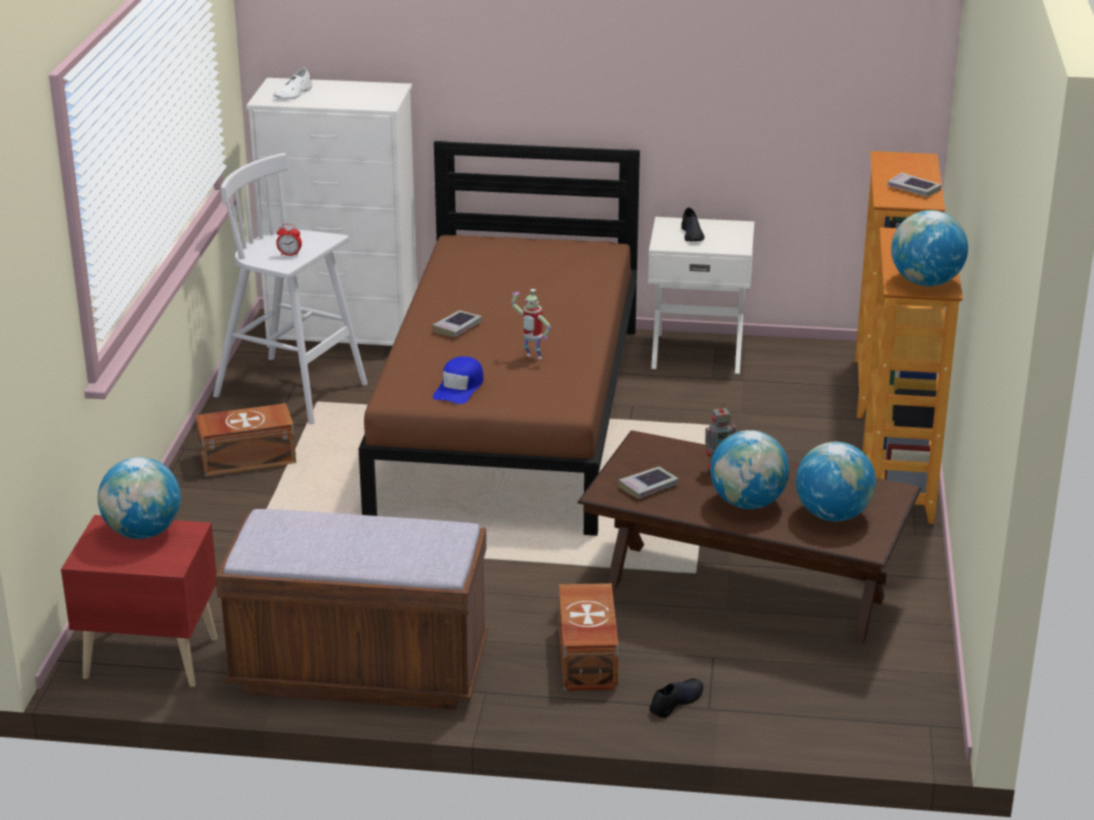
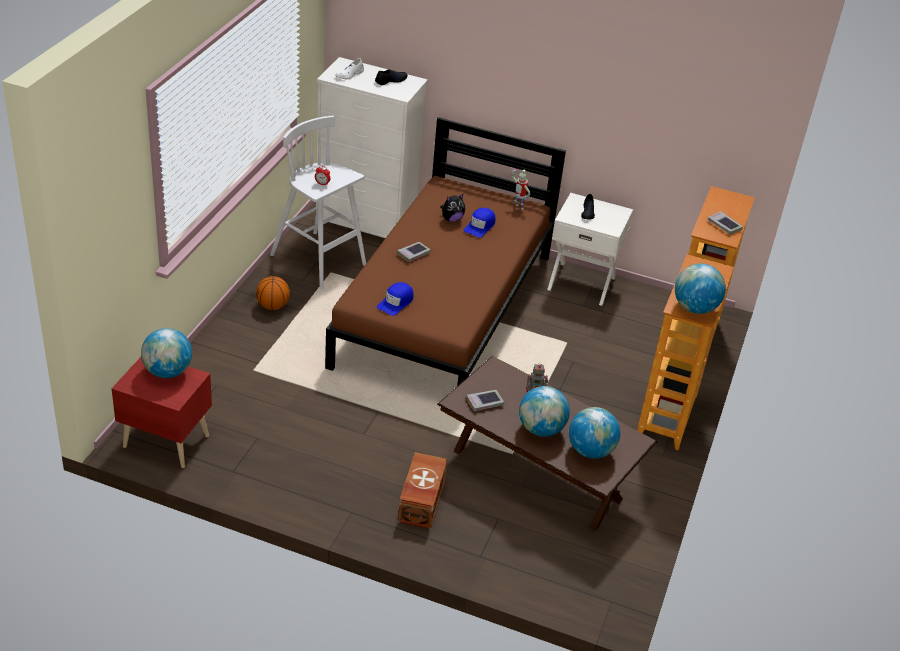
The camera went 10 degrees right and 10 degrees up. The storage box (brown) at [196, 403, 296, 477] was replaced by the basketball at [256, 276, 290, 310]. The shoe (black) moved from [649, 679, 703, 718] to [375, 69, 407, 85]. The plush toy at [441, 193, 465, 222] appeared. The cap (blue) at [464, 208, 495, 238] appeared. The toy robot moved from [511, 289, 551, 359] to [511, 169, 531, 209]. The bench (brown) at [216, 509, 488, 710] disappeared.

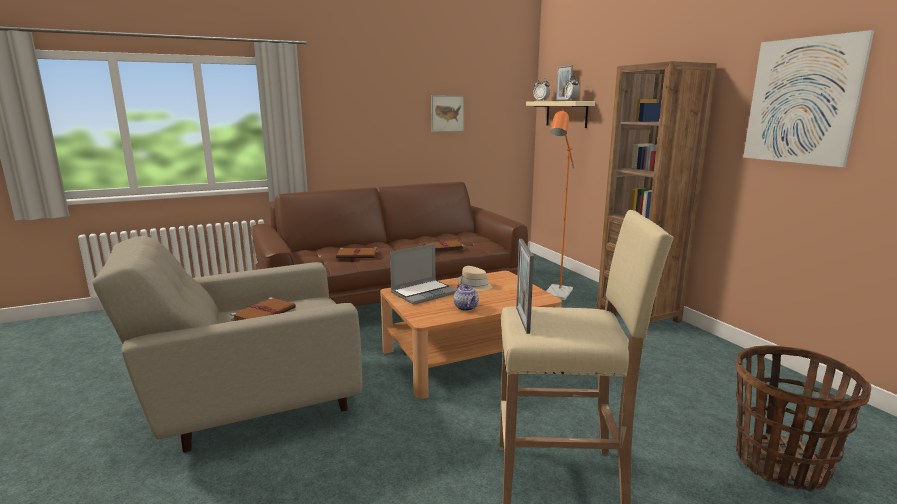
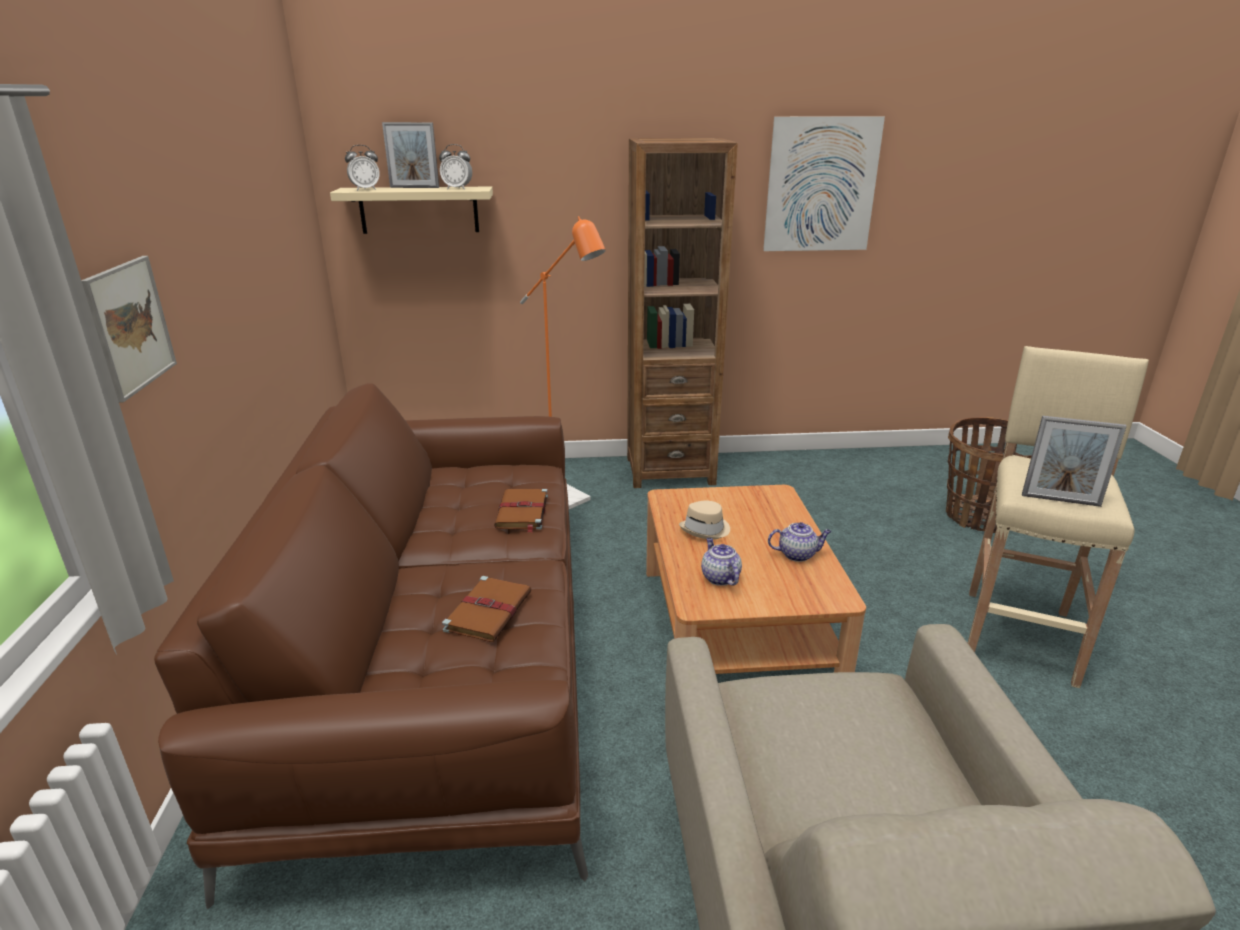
The camera went 70 degrees left and 10 degrees up. The picture moved from [431, 95, 464, 132] to [81, 256, 177, 402]. The laptop at [390, 244, 457, 305] was replaced by the teapot at [701, 538, 742, 586]. The book (brown) at [230, 297, 296, 321] disappeared.

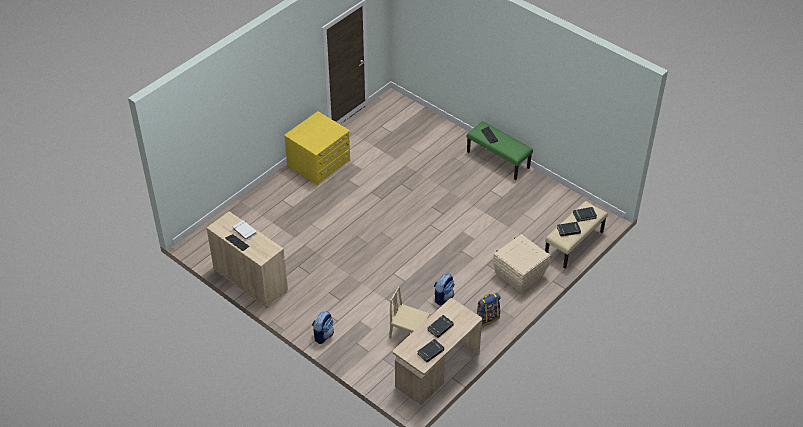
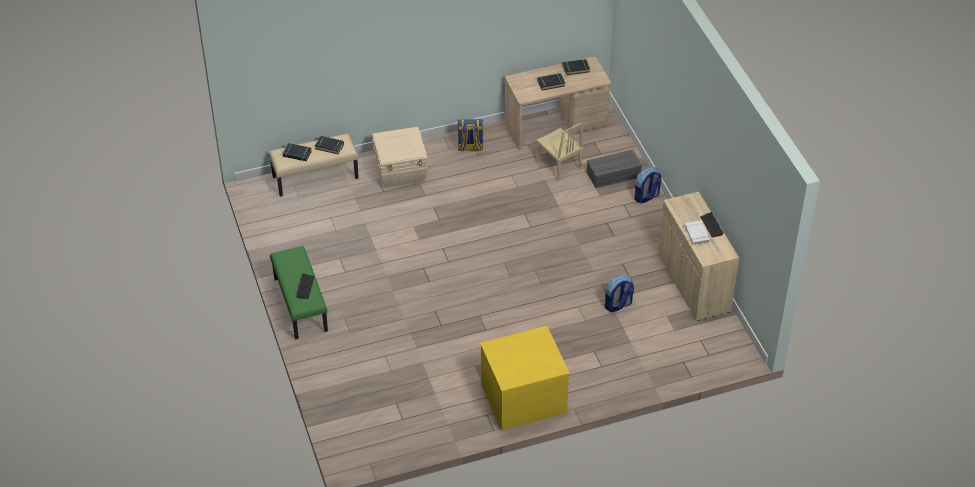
The camera went 150 degrees left and 0 degrees up. The storage box (grey) at [587, 150, 642, 188] appeared. The backpack moved from [434, 274, 454, 305] to [605, 275, 634, 312].

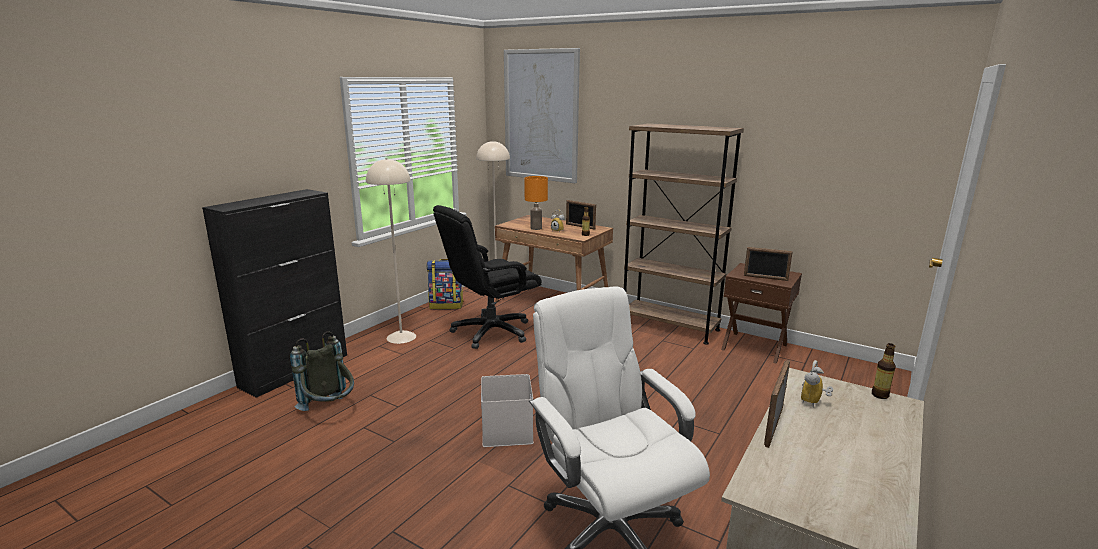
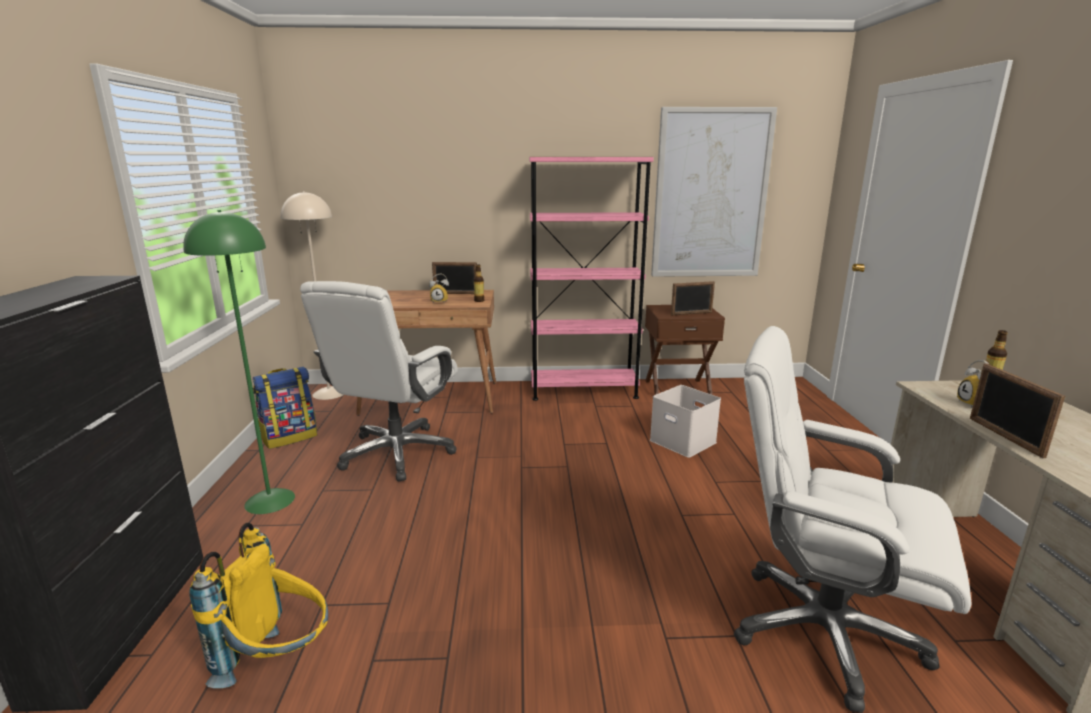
The camera went 35 degrees left and 0 degrees up. The floor lamp (beige) at [366, 158, 416, 344] became the floor lamp (green) at [183, 210, 295, 514]. The backpack (grey) at [290, 331, 354, 411] became the backpack (yellow) at [189, 523, 328, 688]. The office chair (black) at [433, 205, 542, 349] became the office chair (white) at [300, 281, 457, 481]. The bookcase (brown) at [624, 123, 744, 345] became the bookcase (pink) at [529, 157, 654, 401]. The storage box (white) moved from [481, 374, 534, 447] to [650, 385, 721, 458]. The picture moved from [504, 48, 580, 183] to [651, 107, 777, 277]. The table lamp (orange) at [524, 176, 548, 230] disappeared.

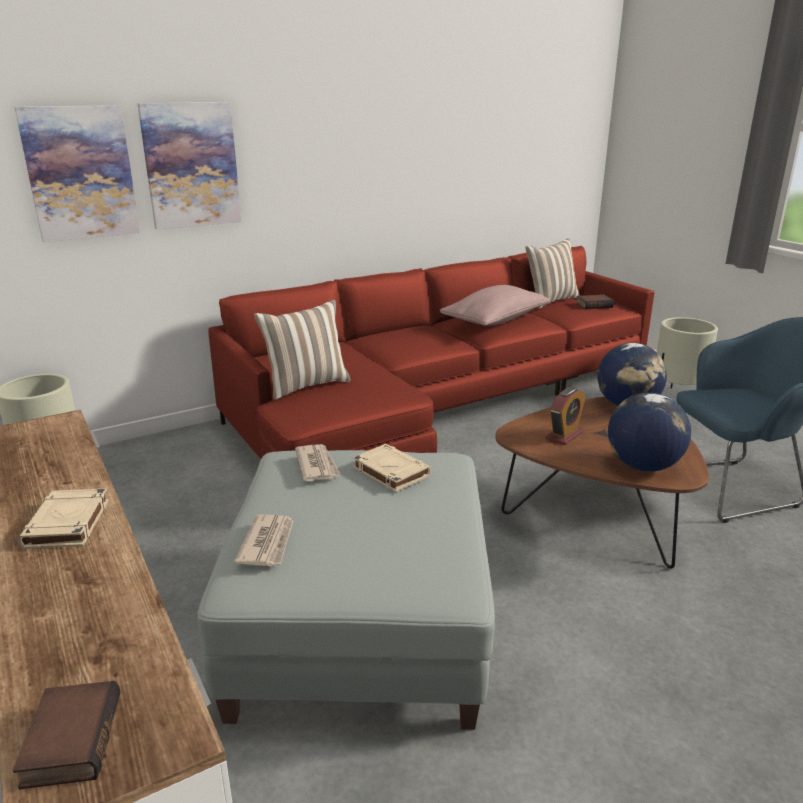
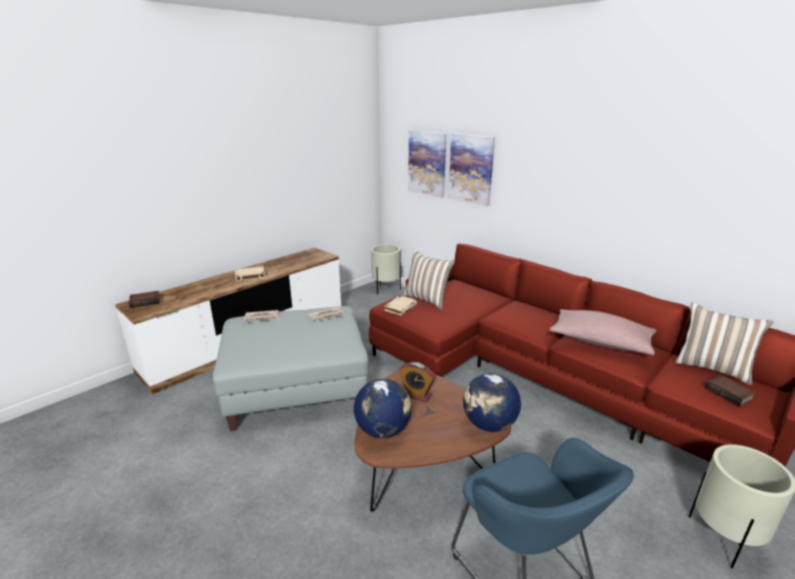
The camera went 75 degrees right and 0 degrees up. The book (beige) moved from [353, 444, 431, 492] to [384, 295, 418, 316].

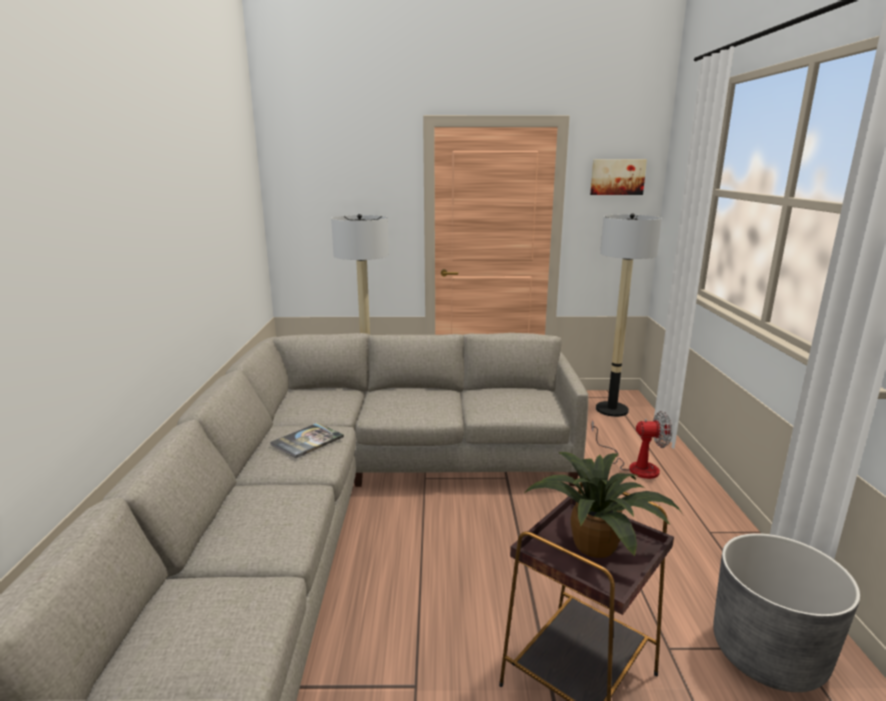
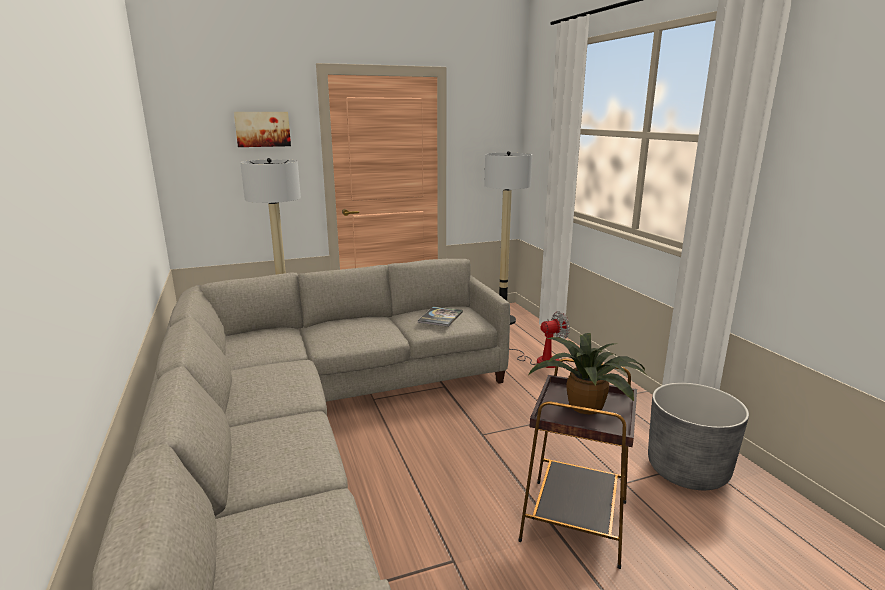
The camera went 20 degrees left and 0 degrees up. The picture moved from [590, 159, 647, 195] to [234, 112, 291, 147]. The book moved from [270, 423, 344, 458] to [417, 306, 463, 327].

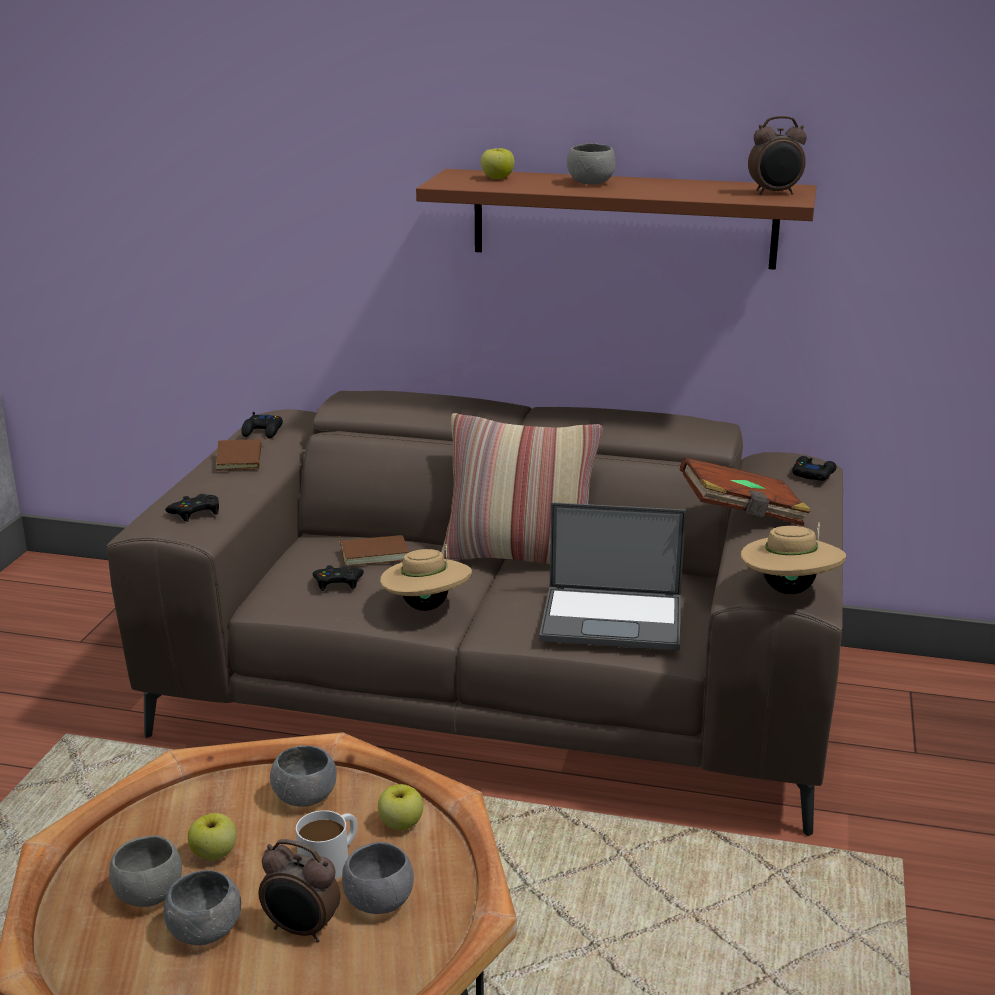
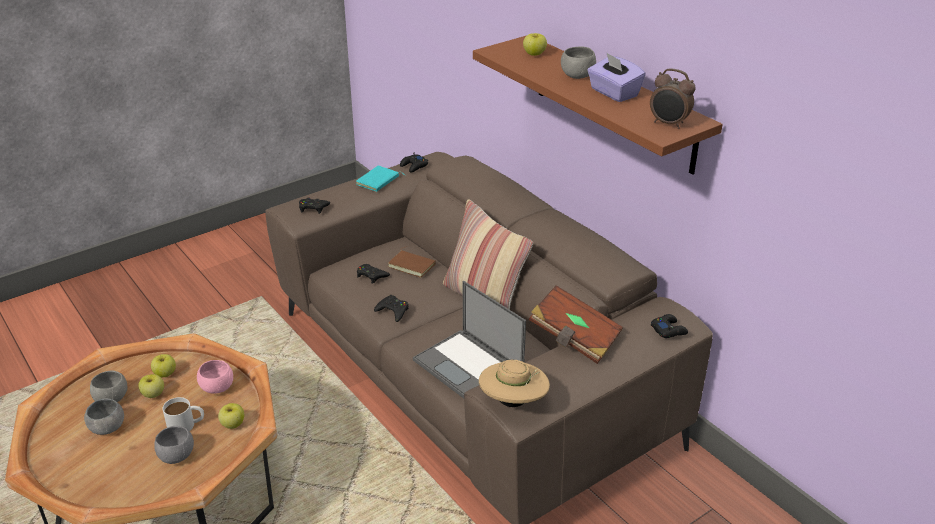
The camera went 40 degrees right and 10 degrees up. The apple at [151, 354, 176, 377] appeared. The bowl (grey) at [270, 745, 337, 807] became the bowl (pink) at [197, 360, 233, 394]. The book (brown) at [215, 437, 275, 471] became the book (turquoise) at [356, 166, 406, 192]. The hat (beige) at [380, 544, 472, 611] was replaced by the game controller (black) at [374, 295, 409, 322]. The tissue box (purple) at [587, 52, 646, 102] appeared. The alarm clock at [259, 839, 340, 942] disappeared.

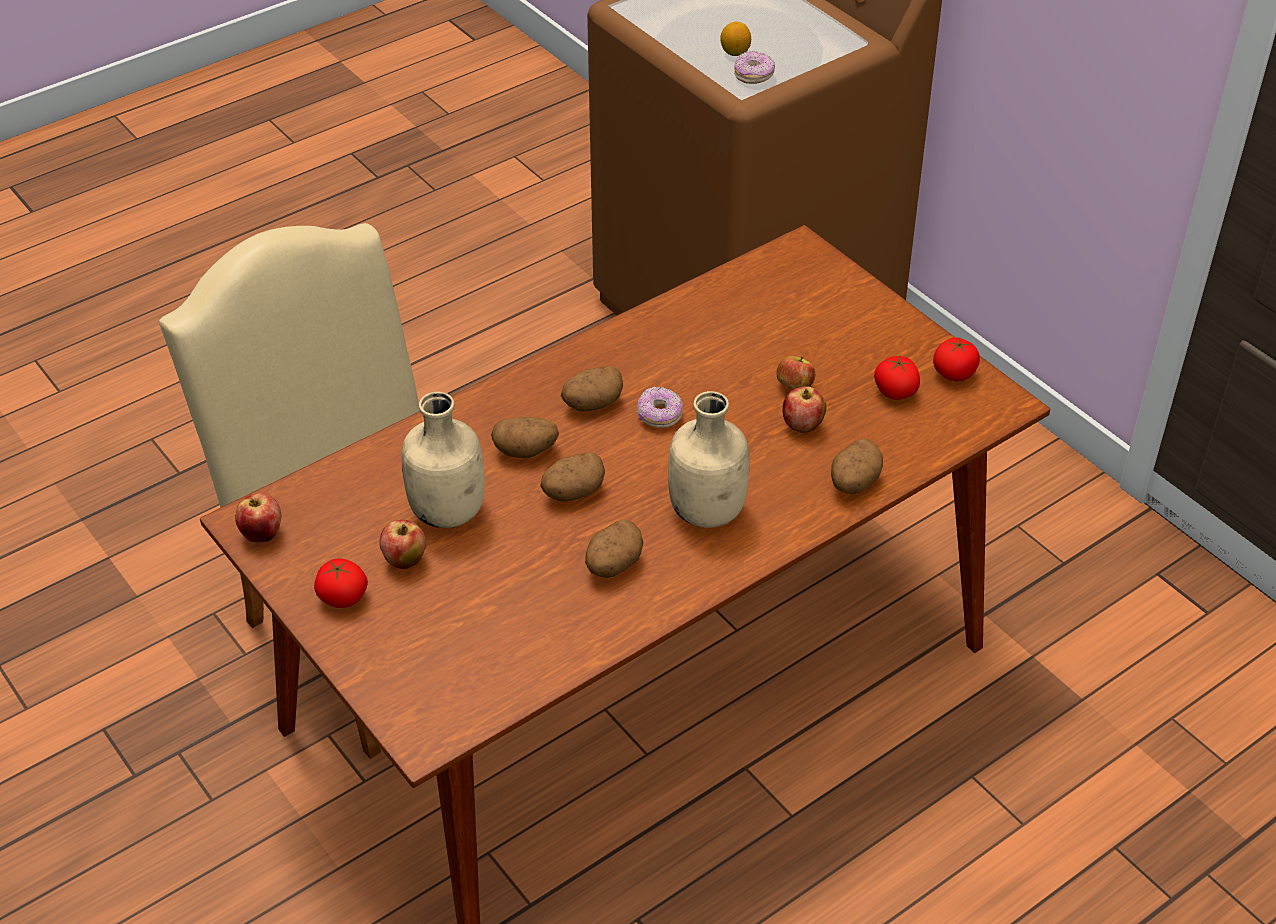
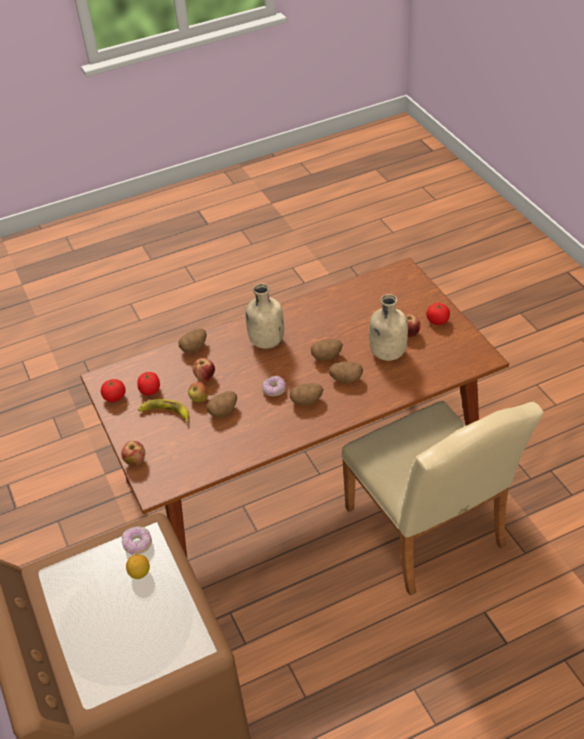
The camera went 165 degrees left and 0 degrees up. The apple moved from [235, 493, 281, 543] to [121, 441, 145, 466]. The banana at [138, 399, 189, 423] appeared. The potato moved from [585, 519, 644, 578] to [207, 391, 237, 417].

